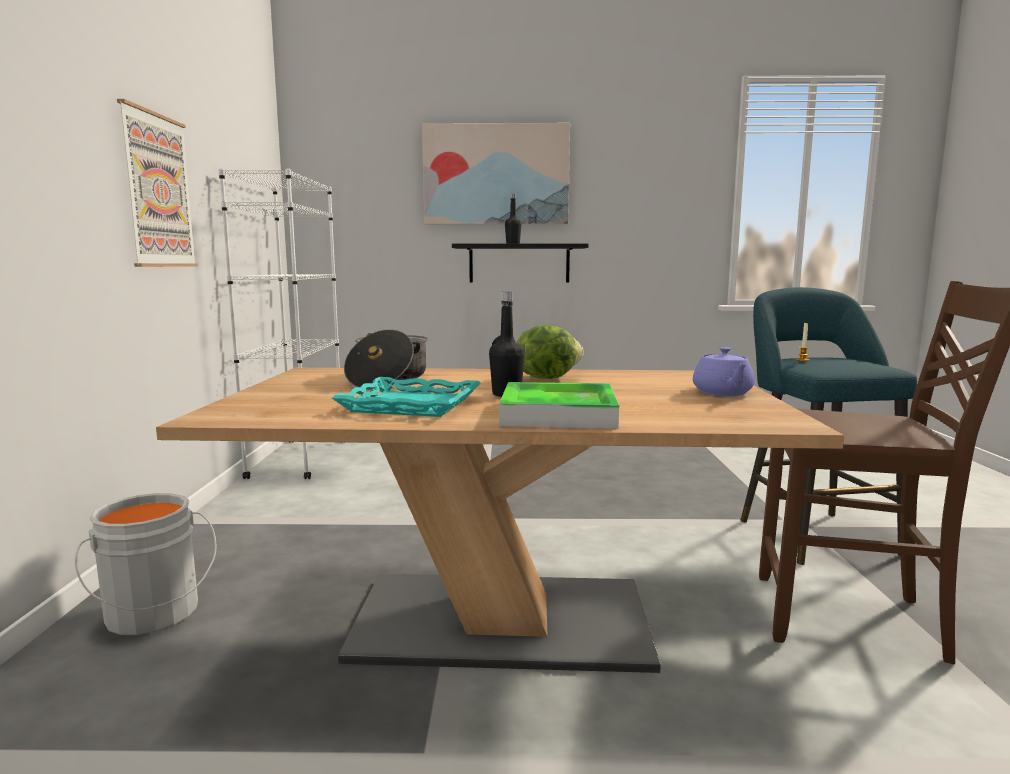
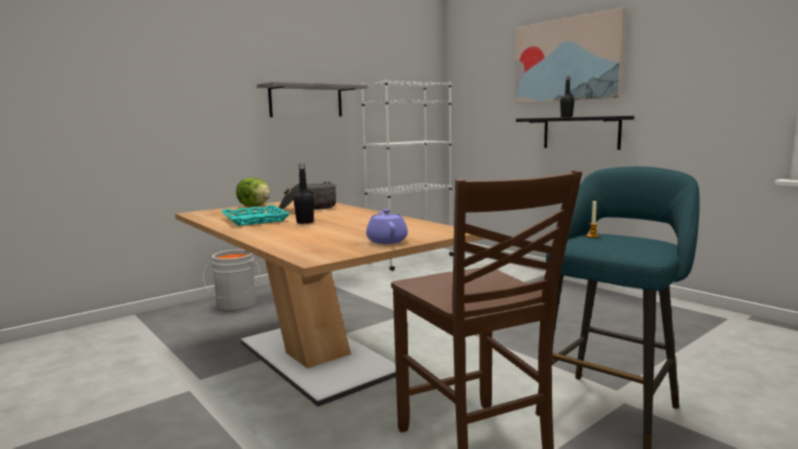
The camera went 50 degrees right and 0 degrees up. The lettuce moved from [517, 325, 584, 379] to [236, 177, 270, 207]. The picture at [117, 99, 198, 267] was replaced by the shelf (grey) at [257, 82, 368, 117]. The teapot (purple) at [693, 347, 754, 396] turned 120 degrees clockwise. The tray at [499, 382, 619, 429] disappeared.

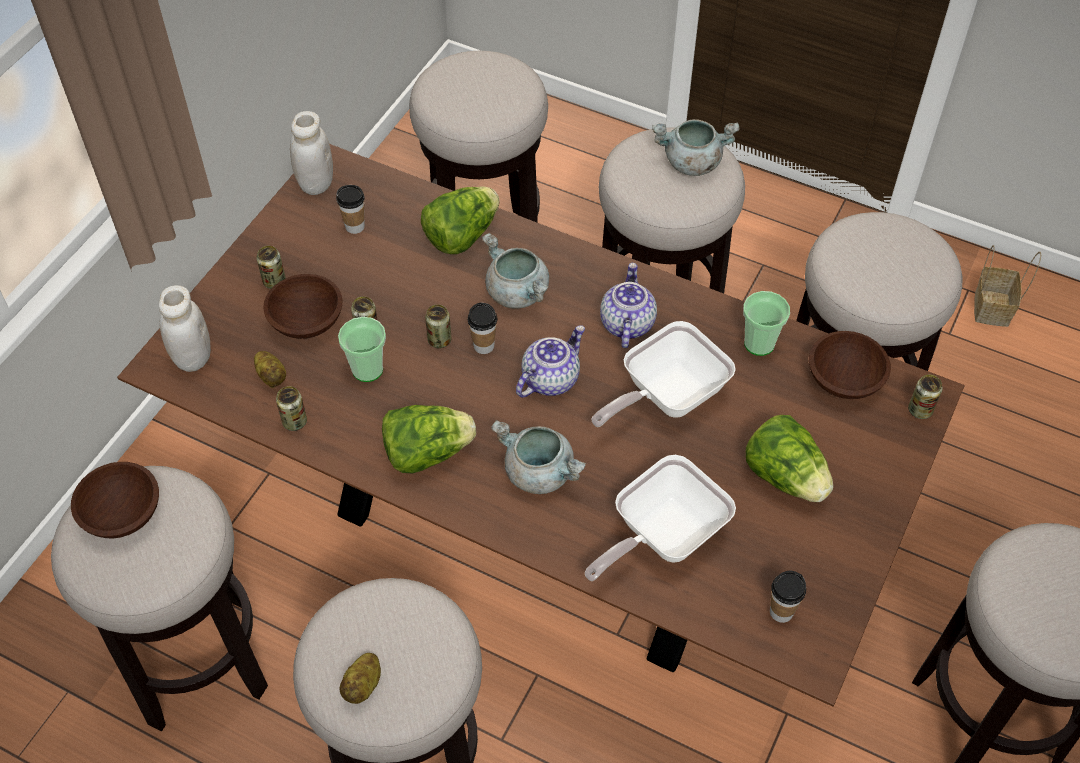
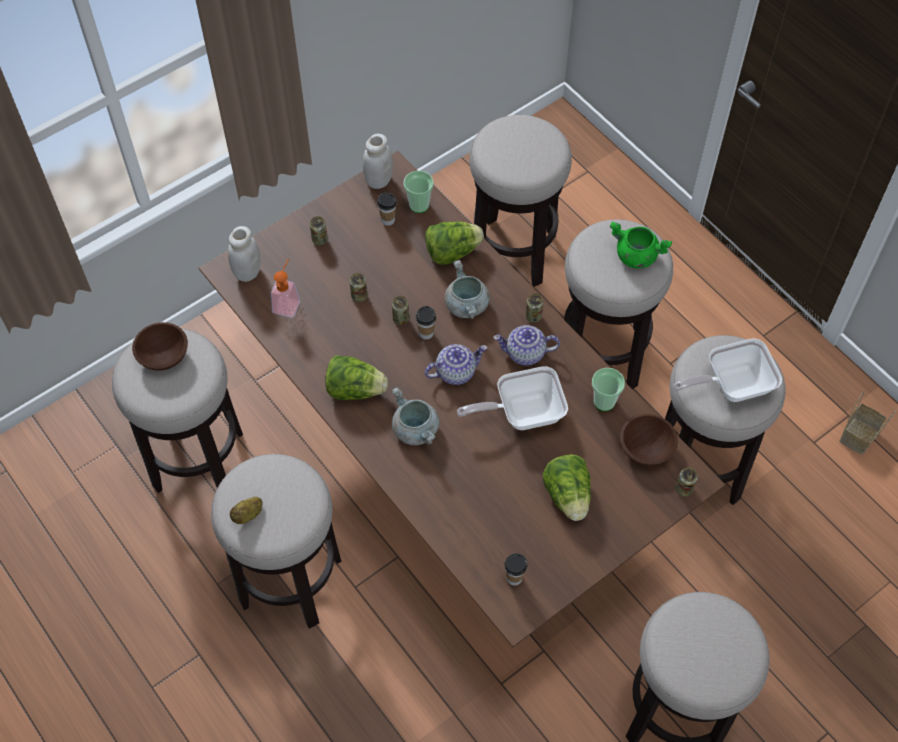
The camera went 25 degrees right and 5 degrees up. The potato at [254, 351, 286, 388] was replaced by the soap dispenser at [271, 259, 300, 317]. The cup moved from [338, 317, 386, 382] to [403, 171, 434, 213]. The teapot at [600, 263, 657, 348] turned 120 degrees counterclockwise. The can moved from [276, 386, 307, 431] to [526, 294, 543, 323]. The cooking pot (grey) at [652, 119, 739, 176] became the cooking pot (green) at [610, 221, 672, 269]. The frying pan moved from [585, 455, 736, 581] to [673, 338, 782, 402]. The bowl (brown) at [263, 274, 343, 339] disappeared.

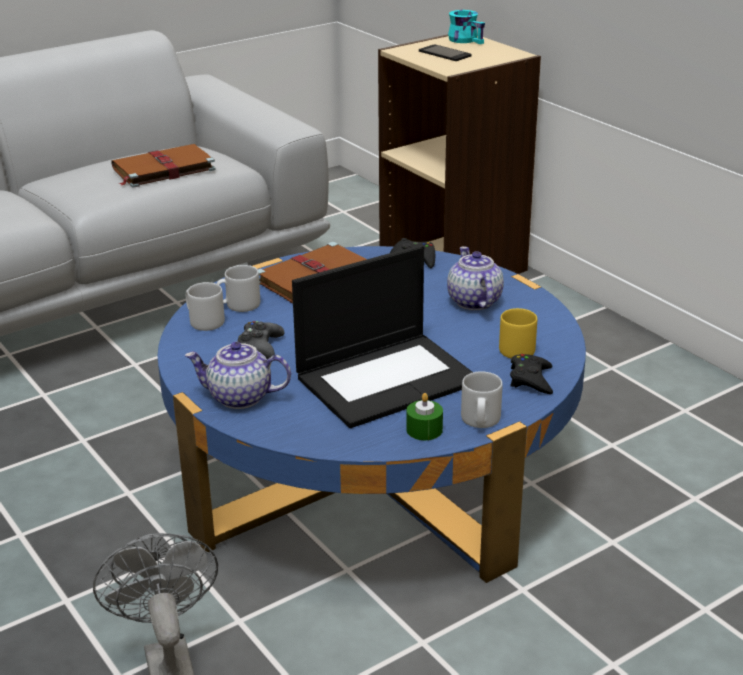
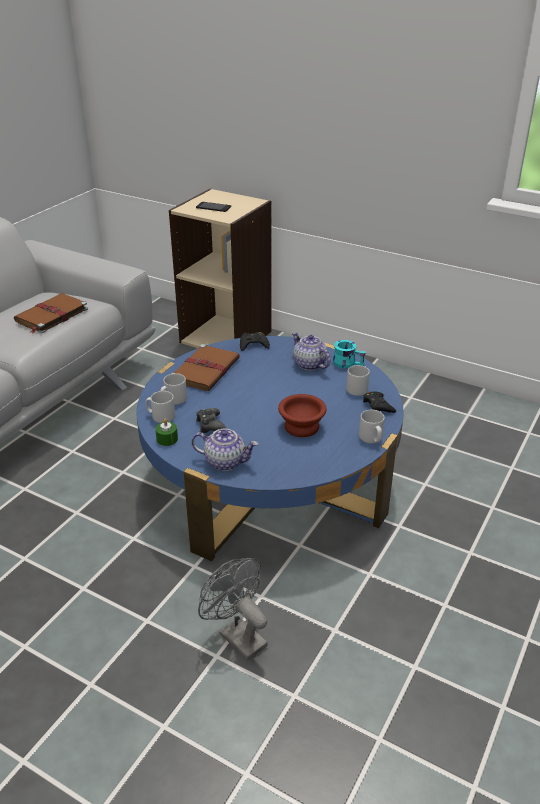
The camera went 25 degrees left and 5 degrees up. The candle (green) moved from [406, 393, 443, 440] to [155, 418, 178, 446]. The teapot at [185, 342, 291, 409] turned 150 degrees counterclockwise. The laptop at [292, 245, 473, 428] was replaced by the bowl (brown) at [278, 394, 327, 437]. The mug (turquoise) moved from [448, 10, 485, 44] to [333, 340, 366, 368]. The mug (yellow) at [499, 308, 537, 358] became the mug (grey) at [346, 365, 370, 396].

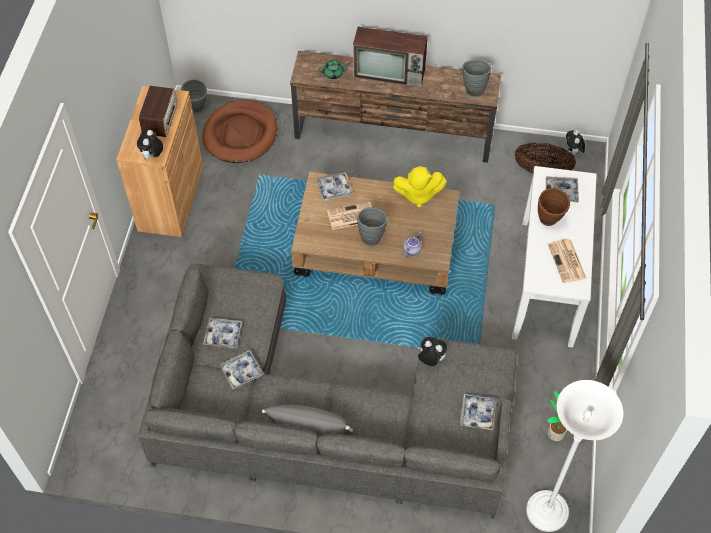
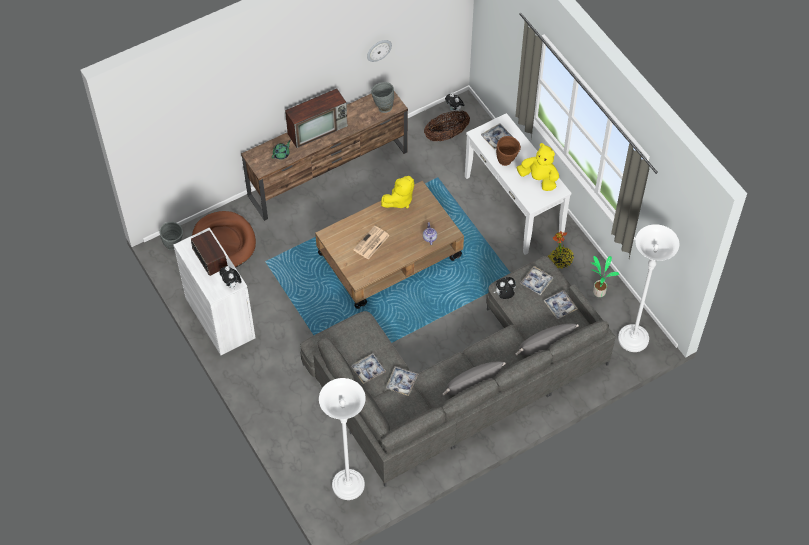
The camera went 40 degrees left and 0 degrees up. The cabinet (brown) at [116, 86, 203, 237] became the cabinet (white) at [174, 227, 256, 355]. The floor lamp (white) at [319, 378, 366, 500] appeared. The wall clock at [367, 40, 392, 62] appeared. The newspaper at [548, 239, 587, 283] was replaced by the plush toy (yellow) at [516, 143, 559, 191]. The pillow (grey) at [516, 324, 579, 355] appeared. The tray moved from [316, 172, 353, 201] to [520, 266, 553, 295]. The potted plant at [548, 231, 574, 269] appeared. The vase (grey) at [357, 208, 387, 247] disappeared.

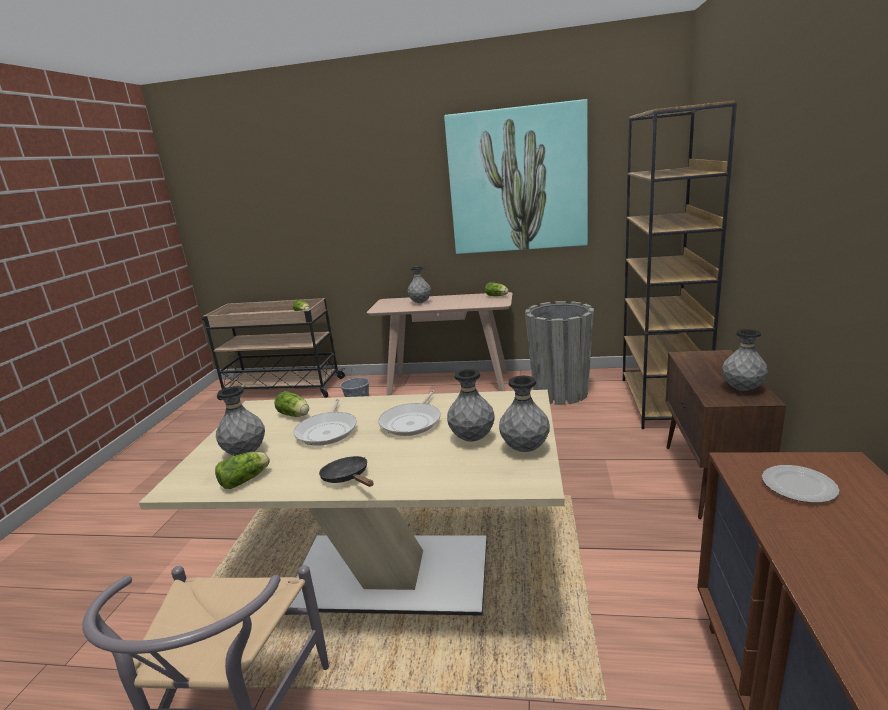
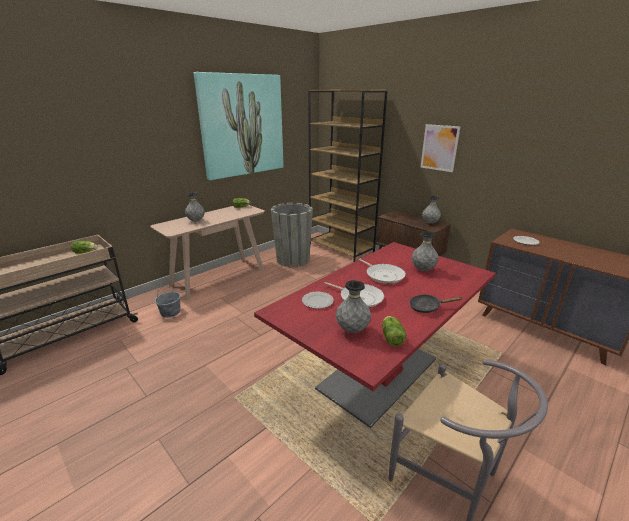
The camera went 55 degrees left and 5 degrees up. The dining table (beige) at [139, 390, 565, 616] became the dining table (red) at [254, 242, 496, 428]. The lettuce at [274, 391, 309, 417] was replaced by the plate at [302, 292, 334, 309]. The picture at [421, 124, 460, 172] appeared. The vase (grey) at [499, 376, 550, 452] disappeared.

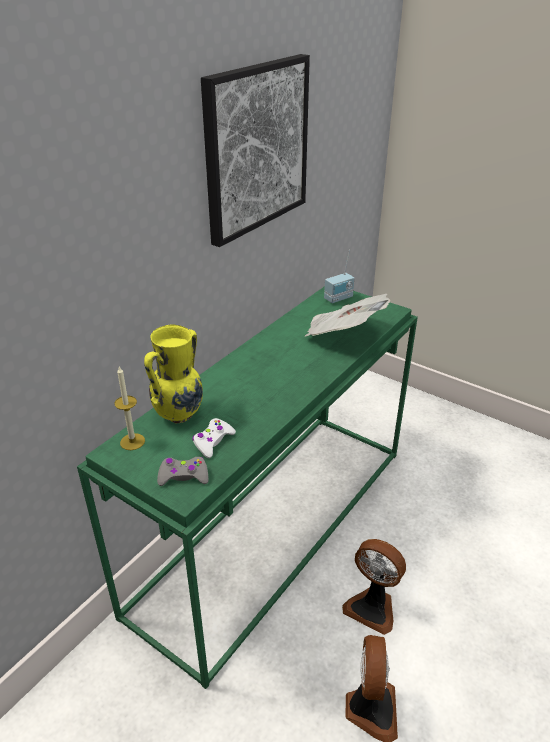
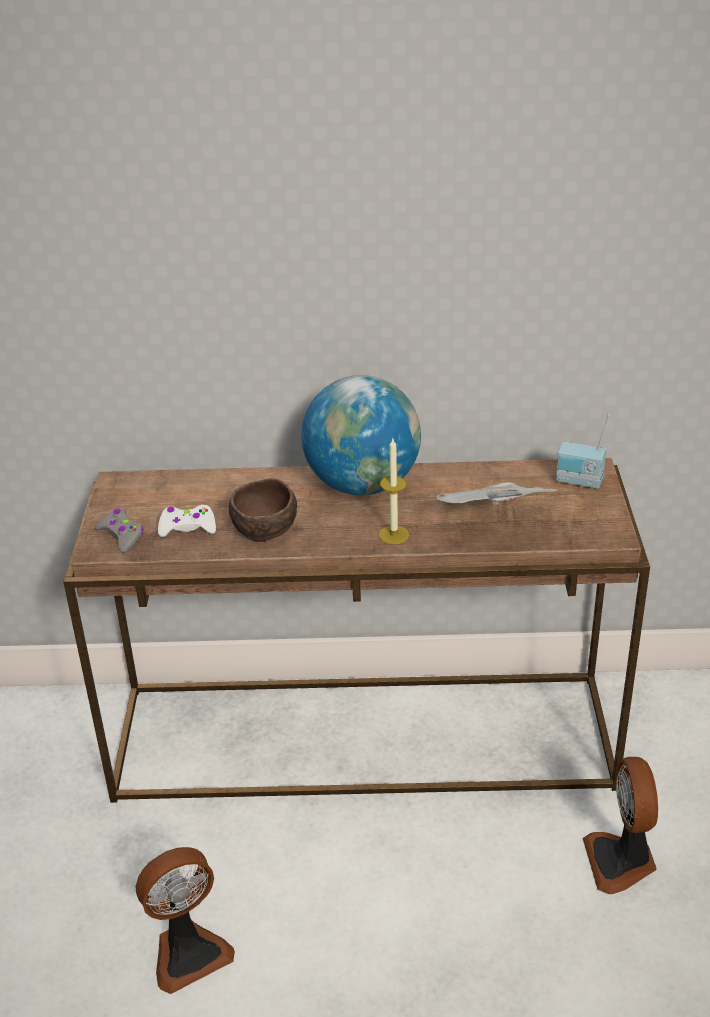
The camera went 55 degrees right and 0 degrees up. The console table (green) at [77, 286, 418, 689] became the console table (brown) at [63, 458, 650, 803]. The bowl (brown) at [229, 478, 297, 542] appeared. The globe at [301, 375, 421, 495] appeared. The candle moved from [115, 367, 145, 450] to [379, 439, 409, 544]. The fan moved from [342, 539, 406, 635] to [583, 757, 658, 894]. The vase (yellow) at [144, 324, 203, 423] disappeared. The picture at [201, 54, 310, 247] disappeared.

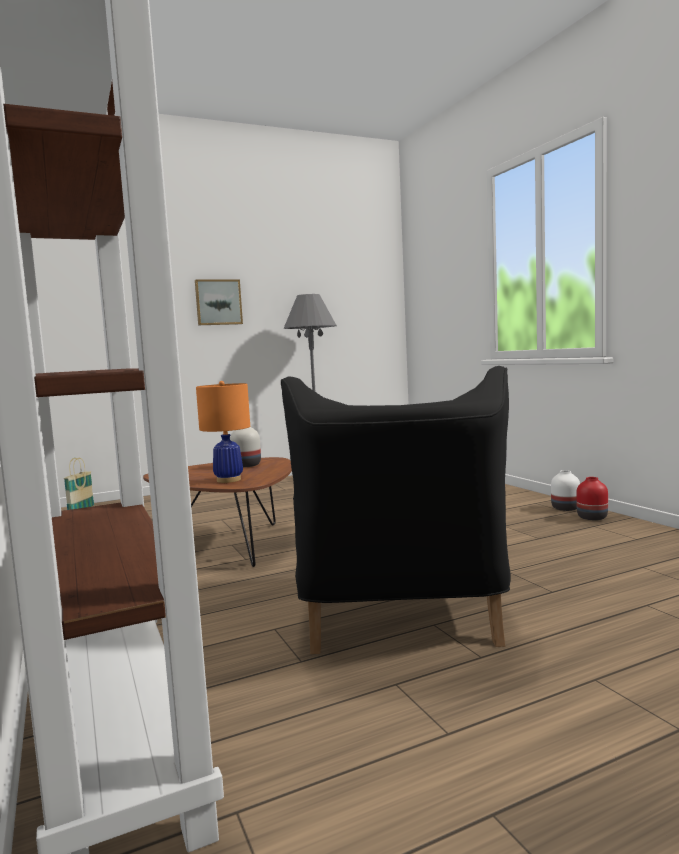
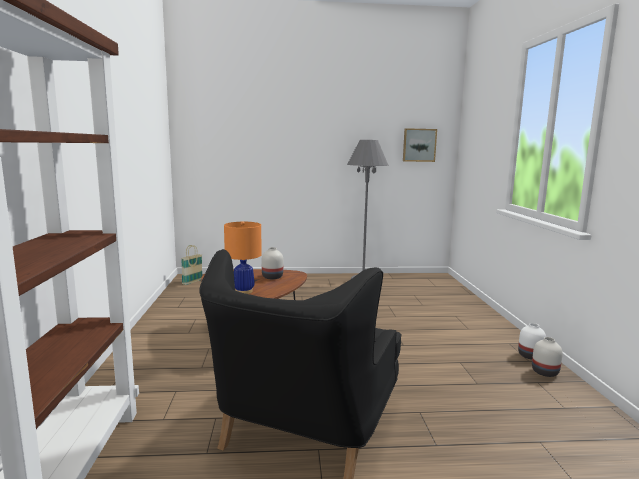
The camera went 20 degrees right and 5 degrees up. The picture moved from [195, 279, 243, 325] to [403, 128, 437, 162]. The vase (red) at [576, 477, 608, 520] became the vase (white) at [532, 337, 563, 377].

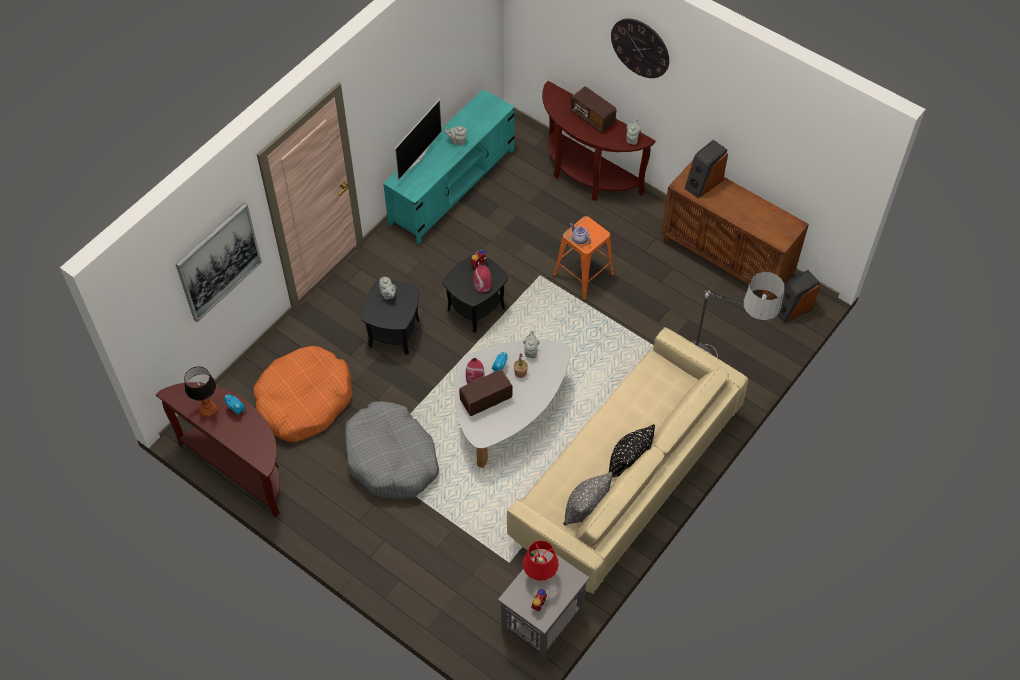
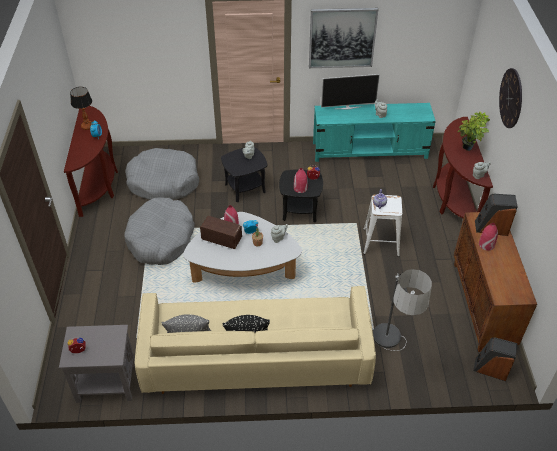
The camera went 50 degrees right and 10 degrees down. The dog bed (orange) at [254, 346, 352, 442] became the dog bed (grey) at [125, 148, 199, 200]. The picture moved from [176, 203, 262, 322] to [309, 8, 378, 68]. The stool (orange) at [553, 216, 614, 300] became the stool (white) at [363, 194, 402, 257]. The radio at [570, 86, 616, 132] was replaced by the potted plant at [458, 111, 490, 151]. The vase (red) at [479, 223, 498, 251] appeared. The table lamp (red) at [523, 540, 559, 581] disappeared.

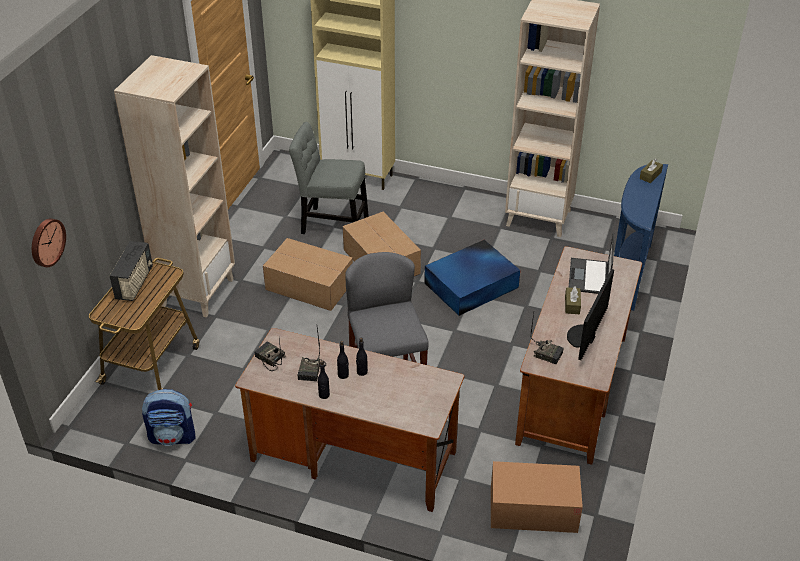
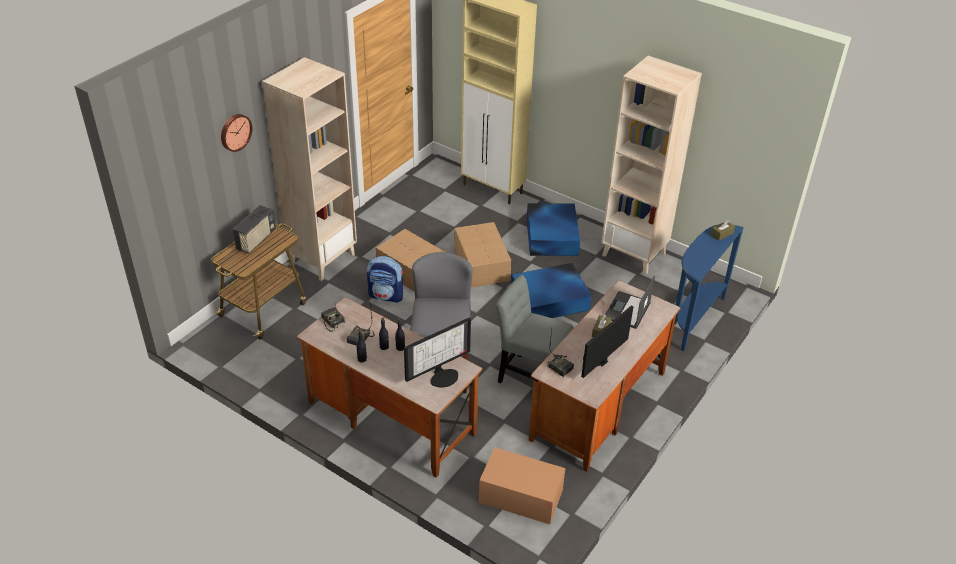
The camera went 15 degrees right and 0 degrees up. The wall clock moved from [32, 218, 66, 267] to [221, 114, 252, 152]. The backpack moved from [142, 389, 195, 446] to [367, 256, 404, 303]. The monitor at [404, 317, 471, 388] appeared. The chair (grey) moved from [289, 122, 369, 234] to [496, 275, 574, 383]. The storage box (blue) at [527, 203, 580, 256] appeared.

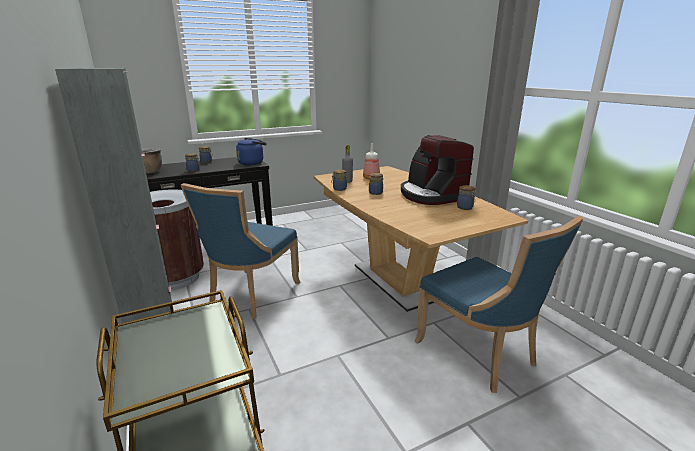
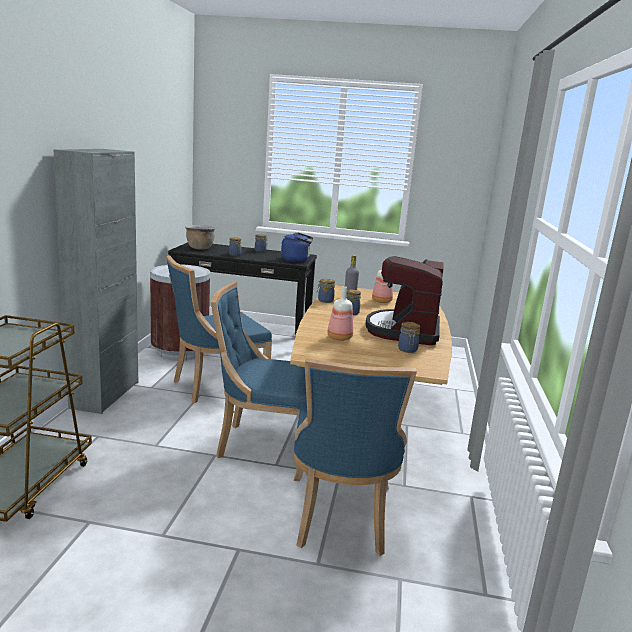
The camera went 35 degrees right and 5 degrees down. The chair (blue) at [211, 282, 308, 476] appeared. The bottle at [327, 286, 353, 341] appeared.

